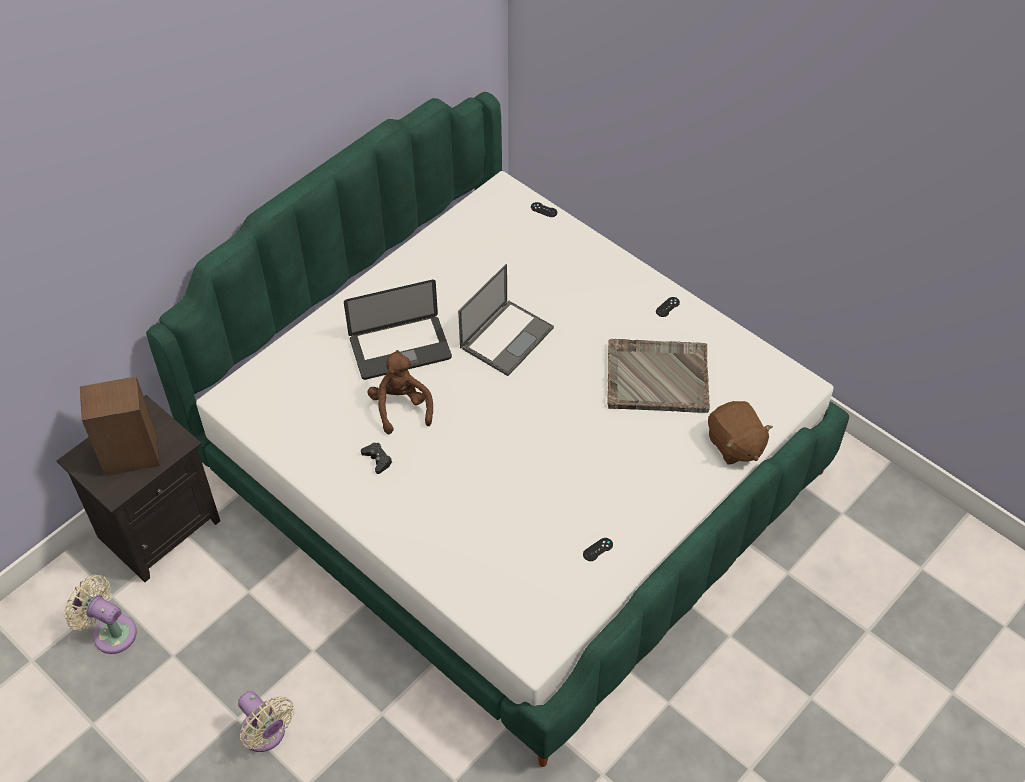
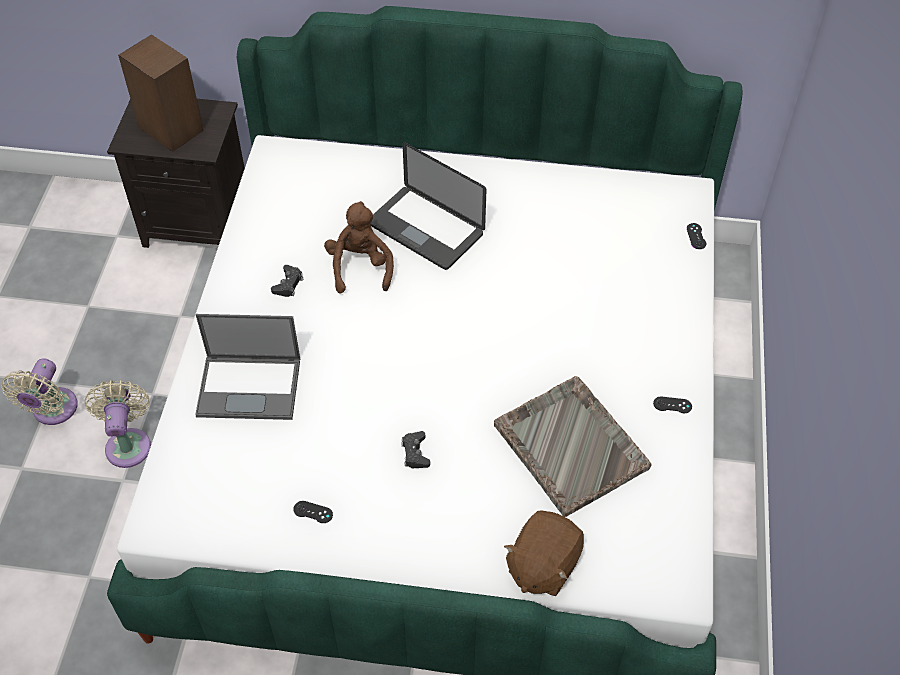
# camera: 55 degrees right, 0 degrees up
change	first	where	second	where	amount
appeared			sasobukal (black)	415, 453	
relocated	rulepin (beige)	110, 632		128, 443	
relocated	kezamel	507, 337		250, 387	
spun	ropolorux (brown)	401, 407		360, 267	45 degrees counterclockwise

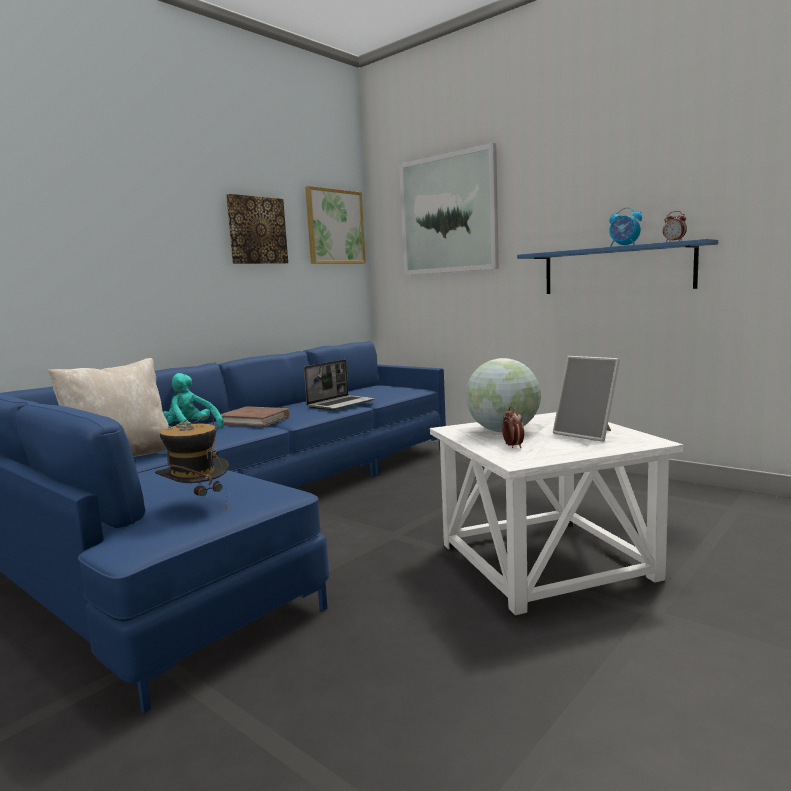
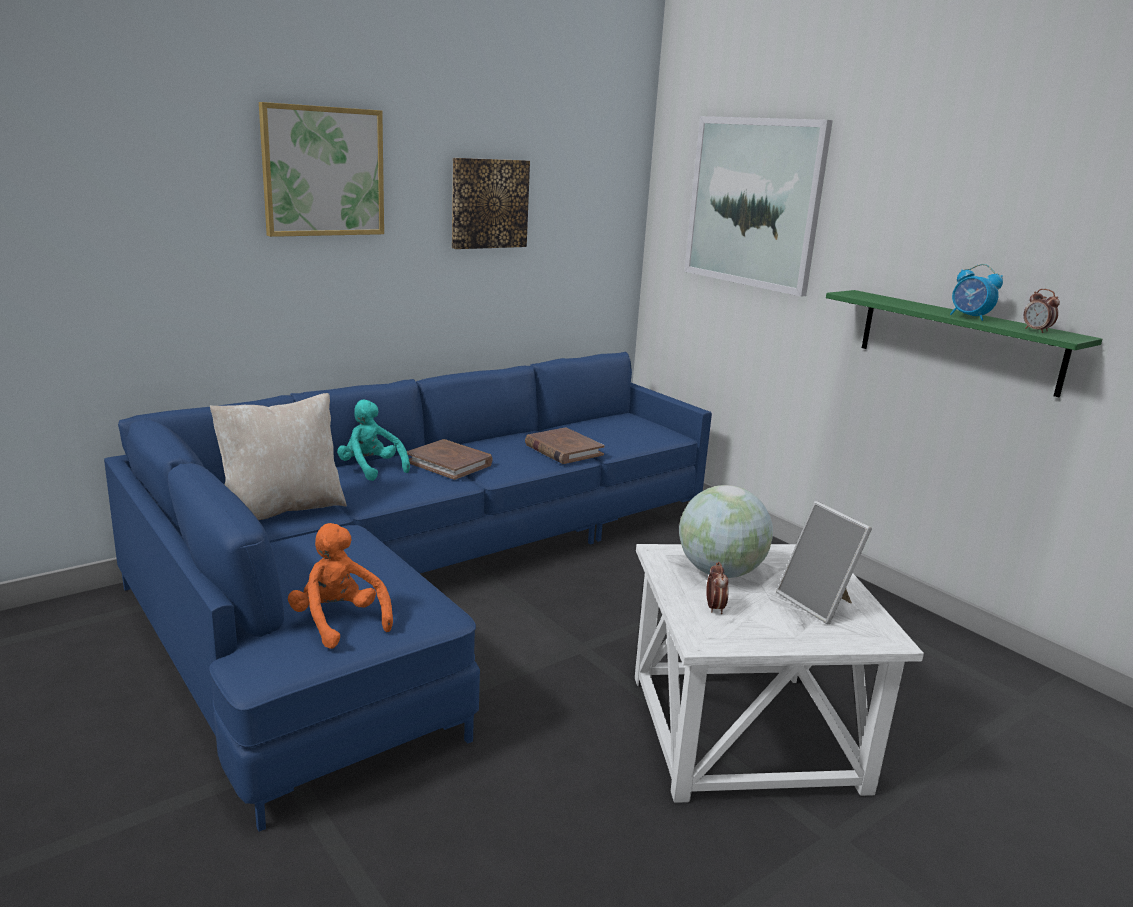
# camera: 10 degrees right, 10 degrees up
change	first	where	second	where	amount
relocated	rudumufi	335, 227		323, 171	
exchanged	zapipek	196, 508	ropolorux (orange)	339, 622	
exchanged	kezamel	341, 404	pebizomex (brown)	563, 450	
colour	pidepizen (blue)	616, 269	pidepizen (green)	958, 341	

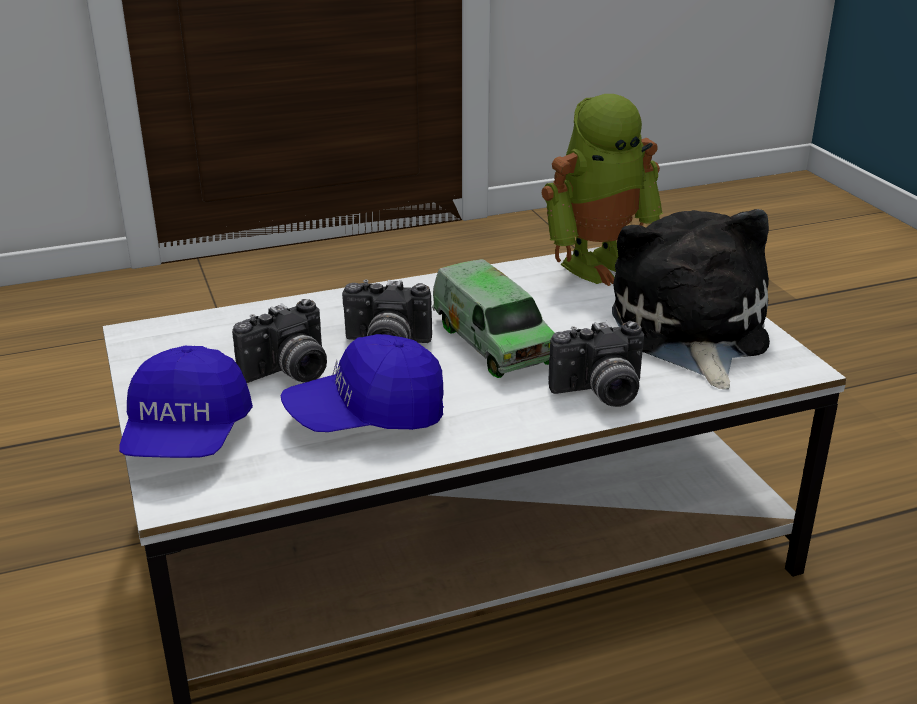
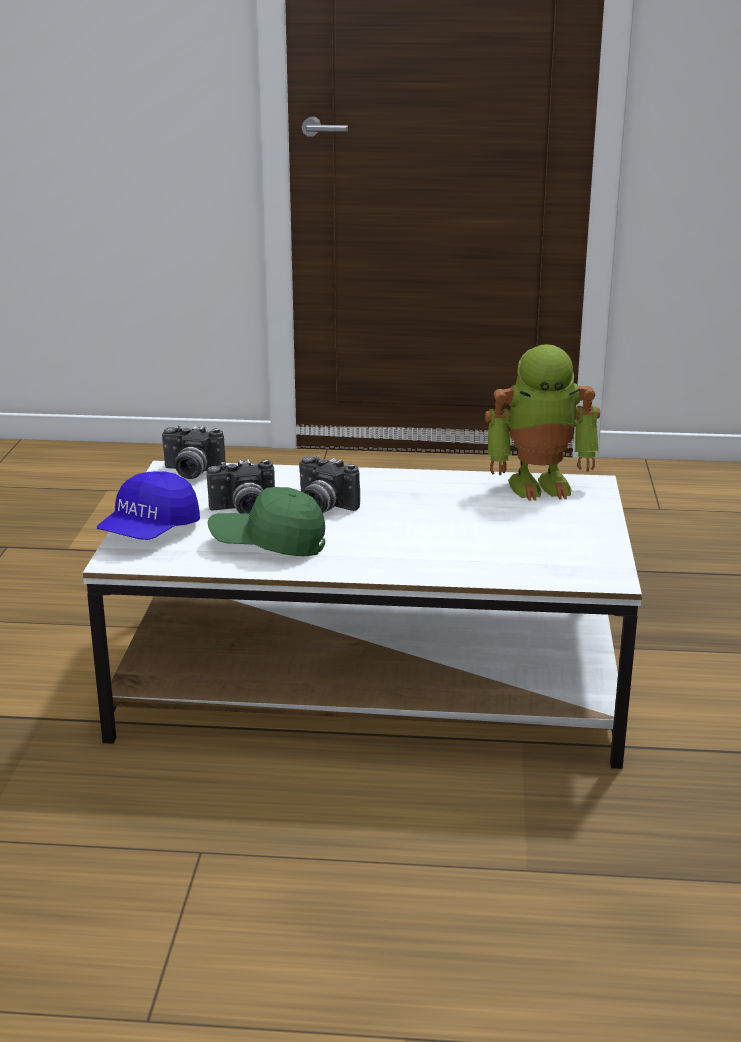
# camera: 25 degrees right, 5 degrees down
change	first	where	second	where	amount
missing	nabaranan	492, 342			
missing	ropolorux	689, 332			
relocated	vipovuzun	600, 394		191, 473	
colour	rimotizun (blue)	366, 417	rimotizun (green)	268, 544	

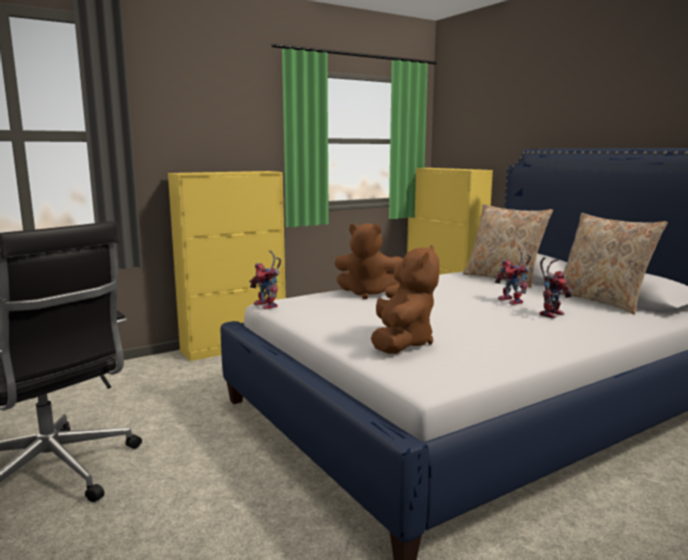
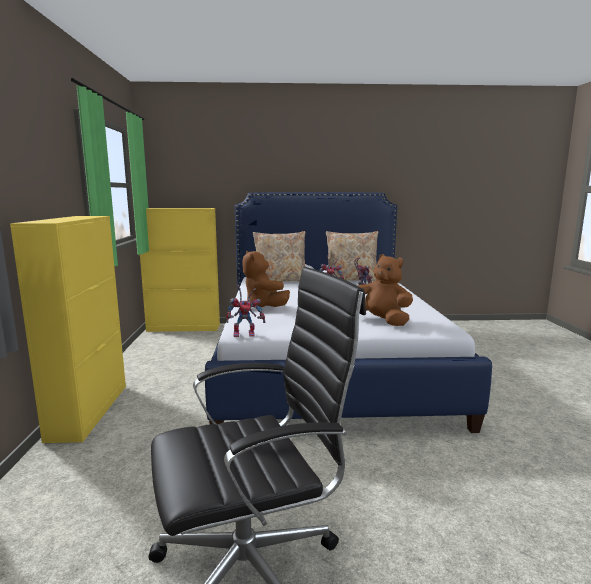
# camera: 60 degrees left, 0 degrees up
change	first	where	second	where	amount
spun	ropolorux (brown)	369, 294		264, 307	105 degrees clockwise

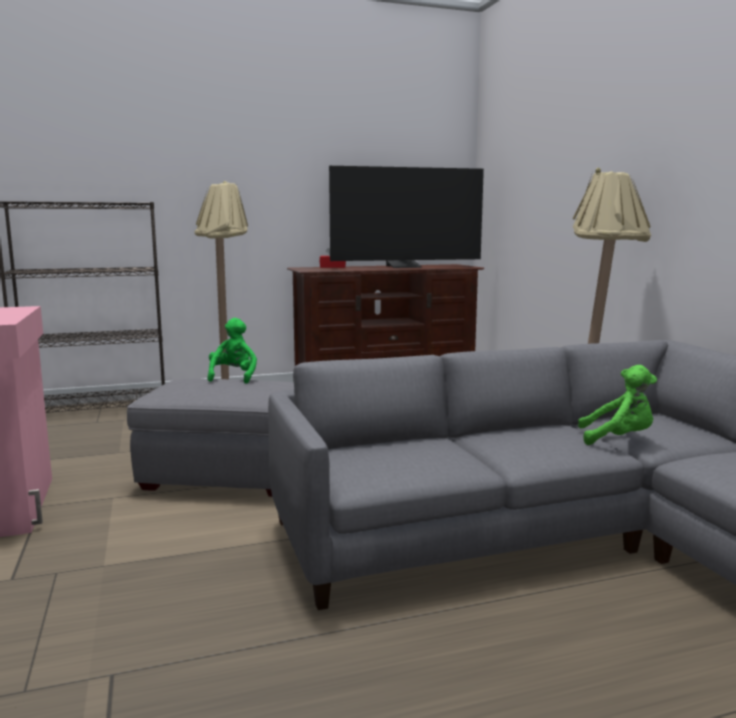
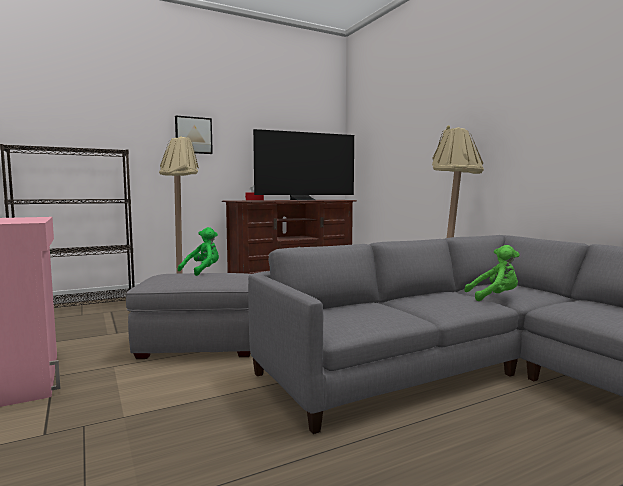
# camera: 10 degrees left, 5 degrees down
change	first	where	second	where	amount
appeared			rudumufi	193, 135	
spun	ropolorux (green)	233, 377		202, 271	45 degrees clockwise

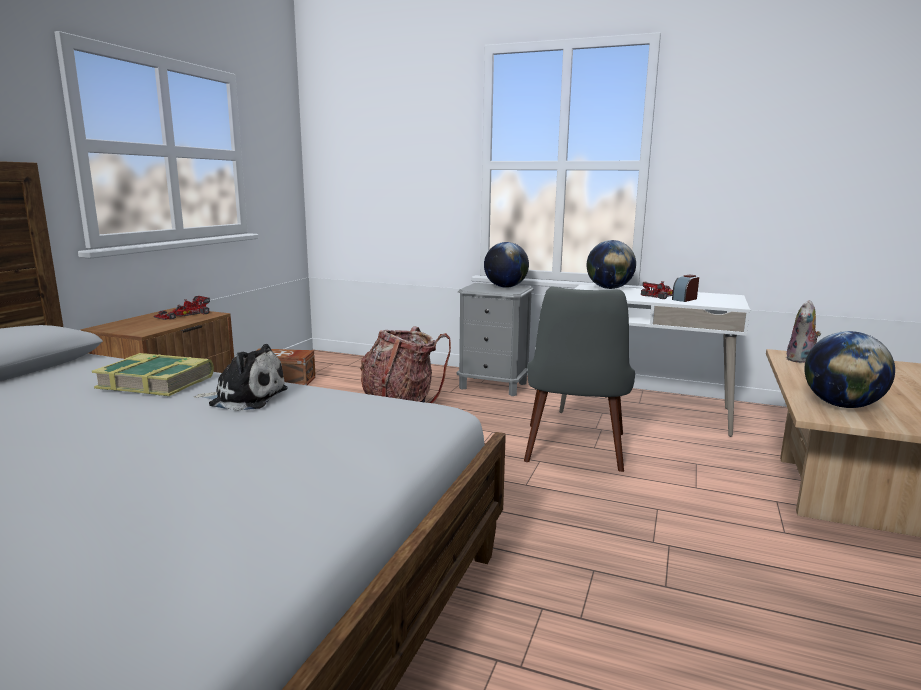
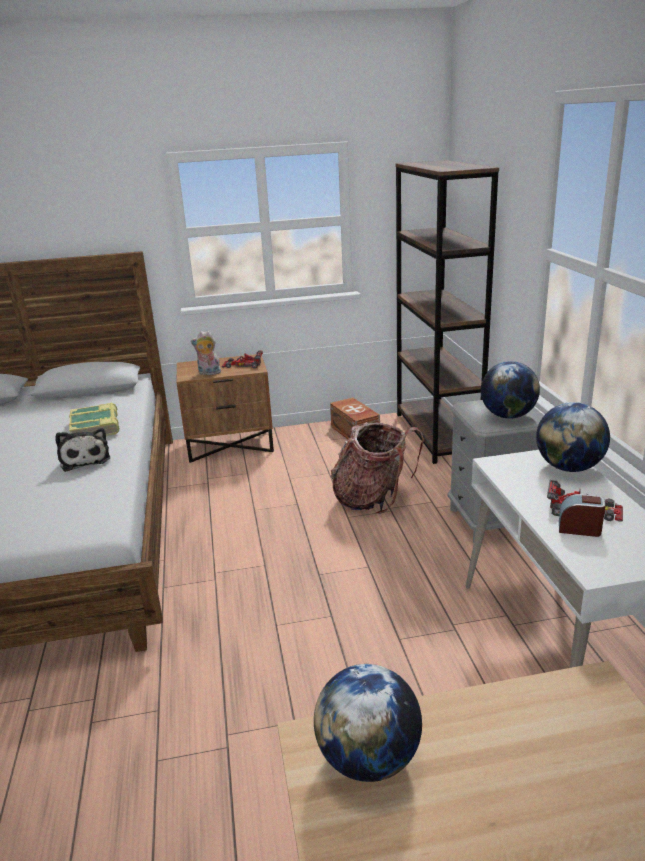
# camera: 60 degrees right, 10 degrees up
change	first	where	second	where	amount
missing	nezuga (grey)	574, 453			
appeared			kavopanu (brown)	437, 434	
relocated	ropolorux	800, 360		208, 373	

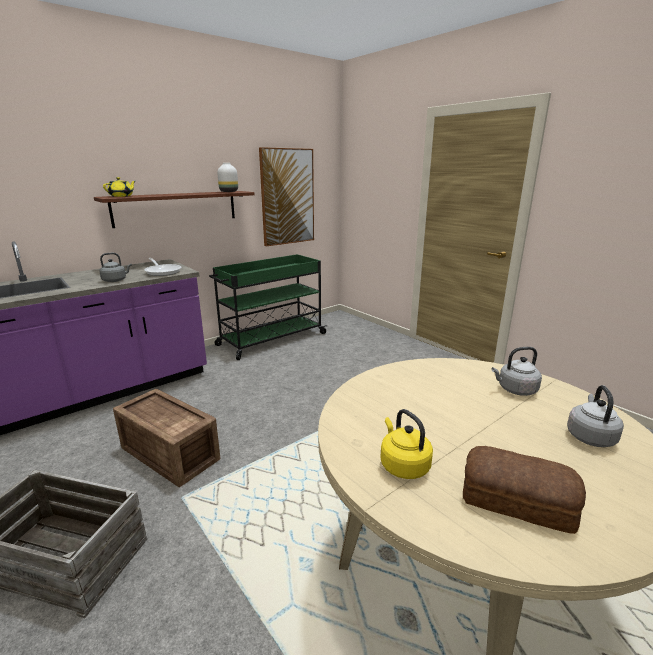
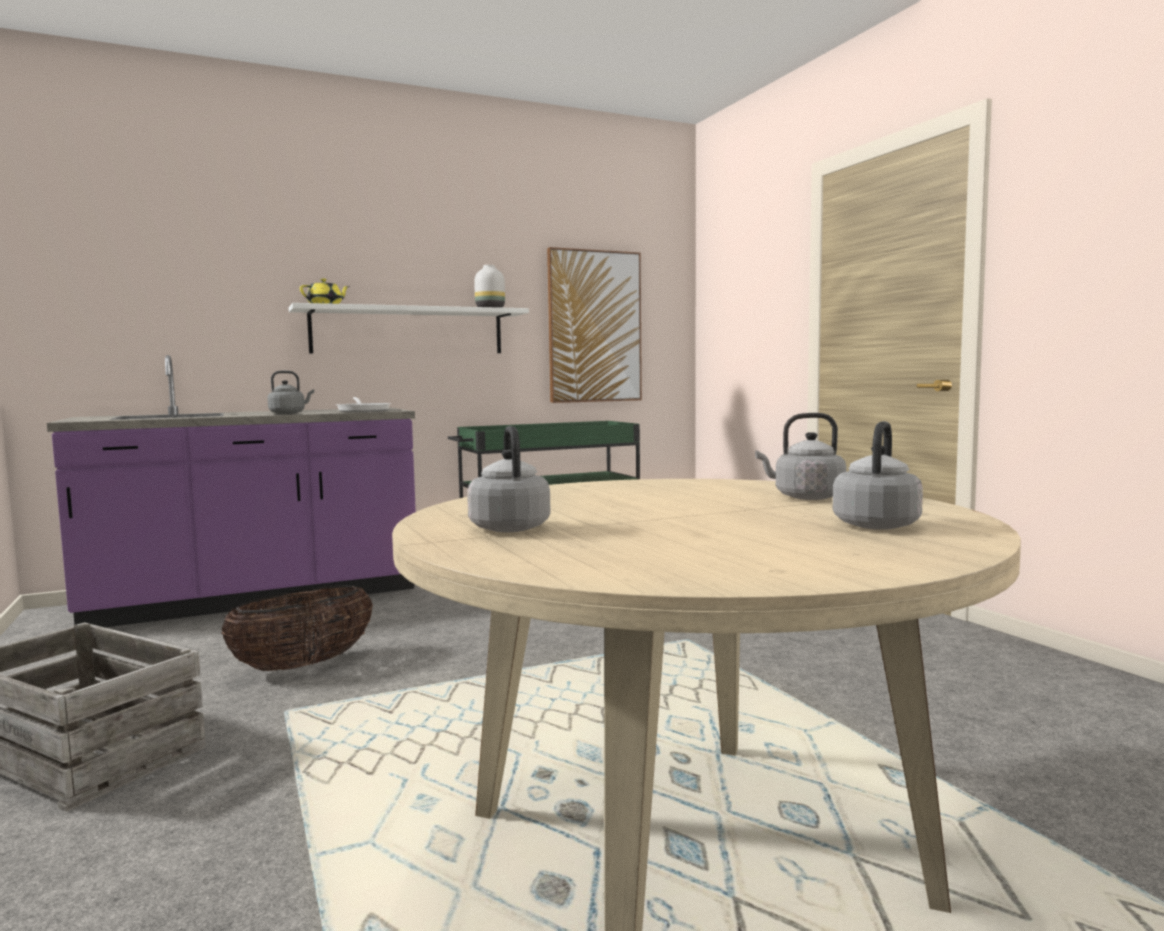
# camera: 15 degrees right, 15 degrees down
change	first	where	second	where	amount
missing	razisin	518, 502			
exchanged	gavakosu	170, 452	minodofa	303, 665	
colour	pidepizen (brown)	176, 208	pidepizen (white)	408, 331	
colour	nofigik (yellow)	403, 465	nofigik (grey)	509, 527	

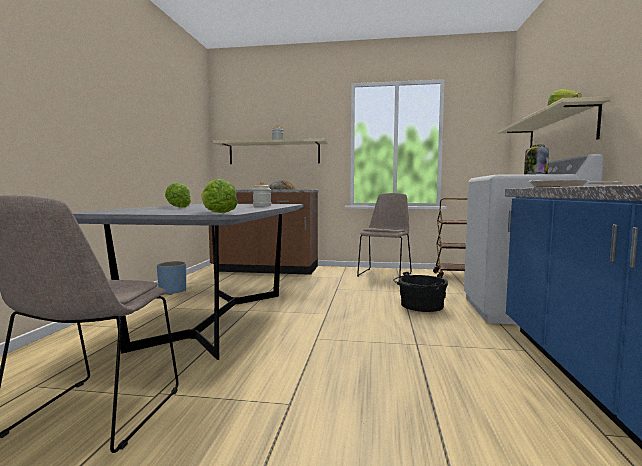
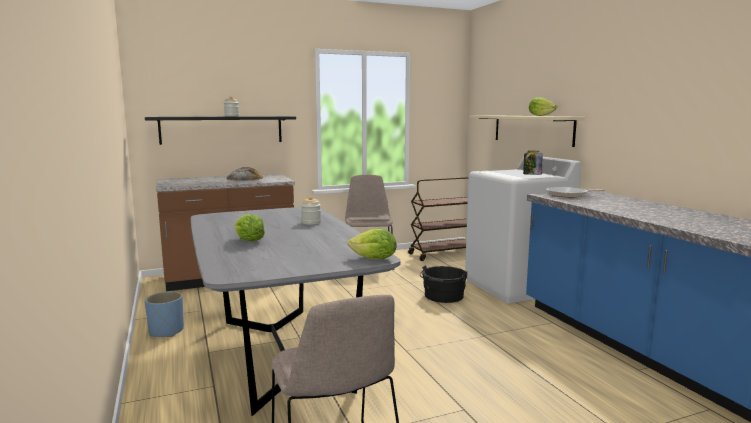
# camera: 30 degrees left, 5 degrees up
change	first	where	second	where	amount
colour	pidepizen (beige)	274, 153	pidepizen (black)	222, 129	

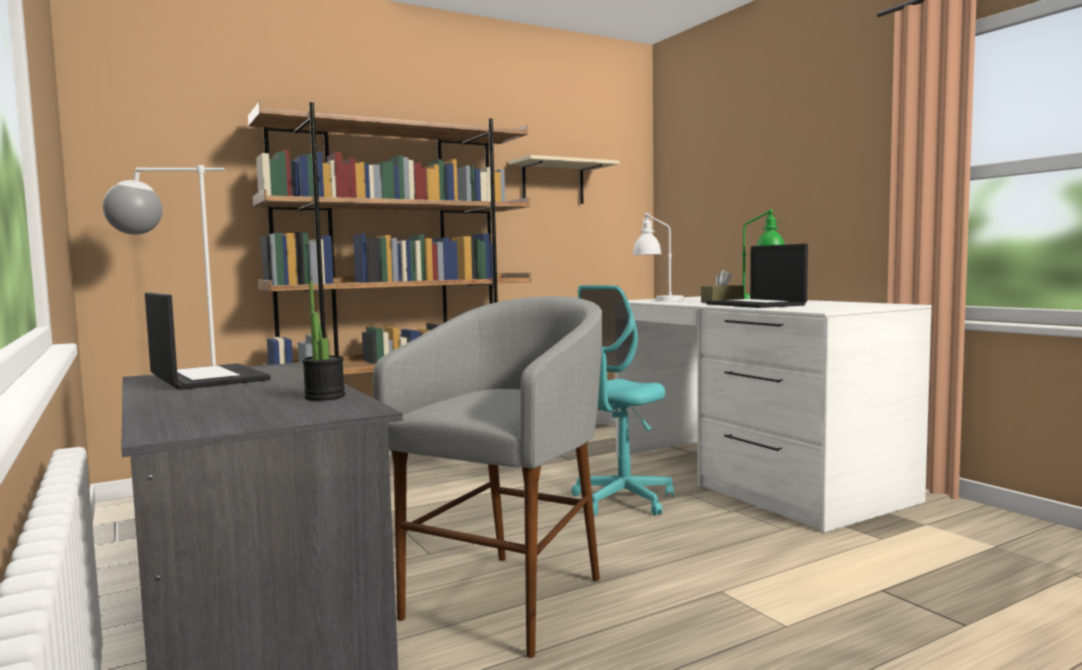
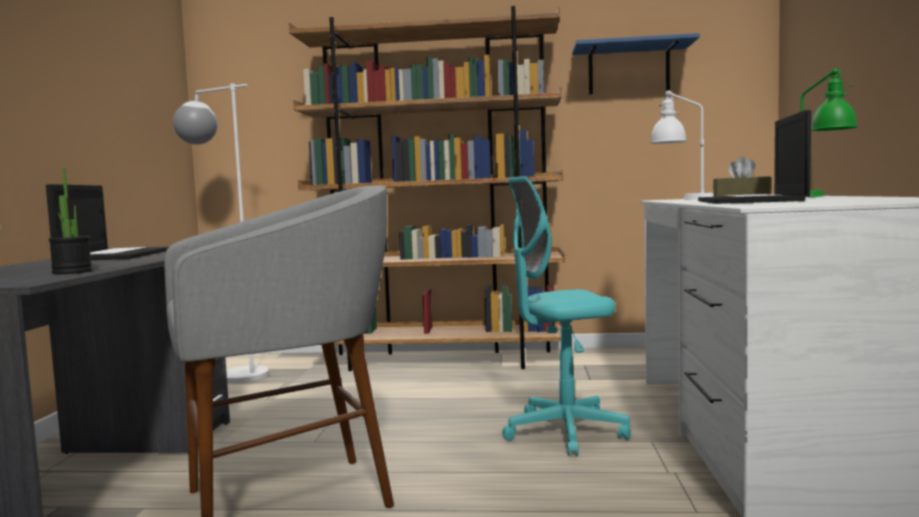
# camera: 35 degrees right, 0 degrees up
change	first	where	second	where	amount
colour	pidepizen (beige)	552, 183	pidepizen (blue)	628, 70	

